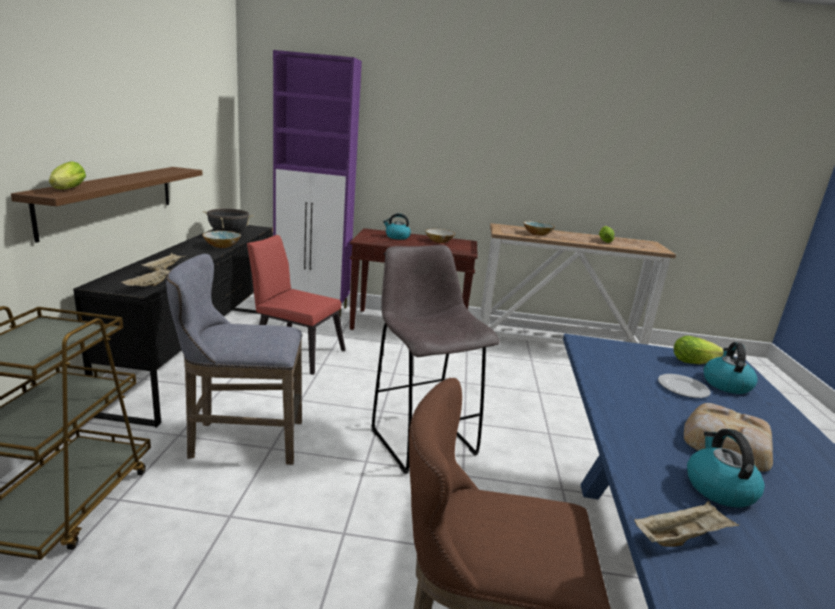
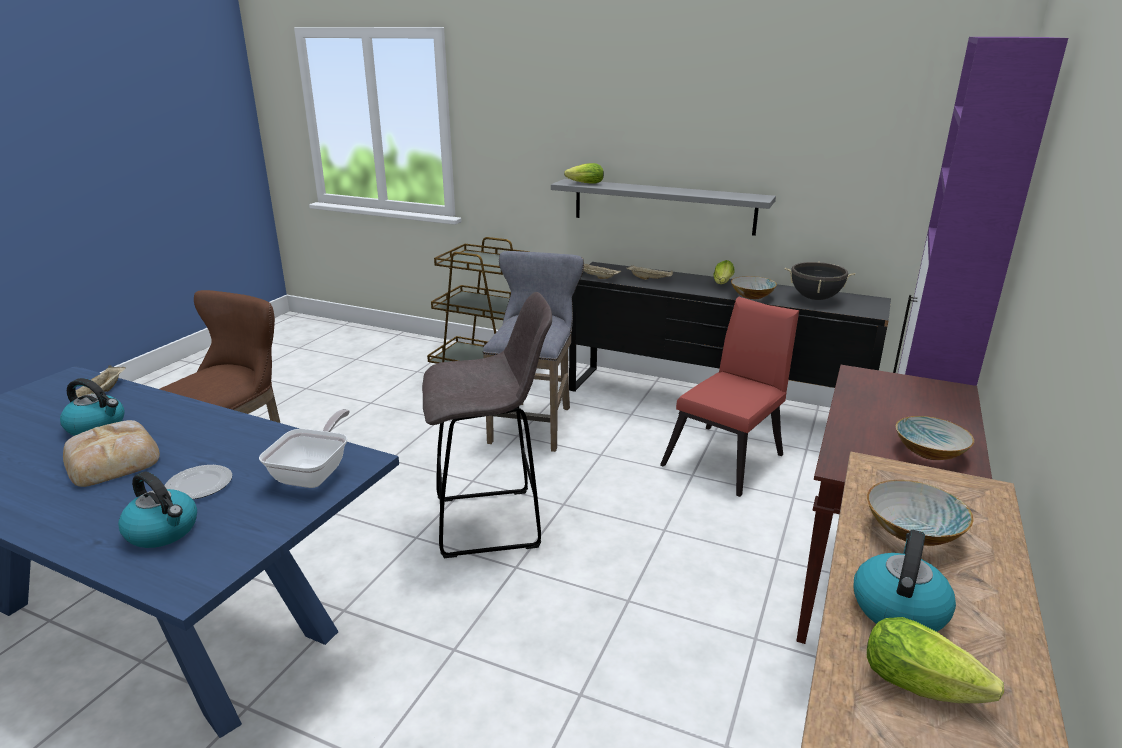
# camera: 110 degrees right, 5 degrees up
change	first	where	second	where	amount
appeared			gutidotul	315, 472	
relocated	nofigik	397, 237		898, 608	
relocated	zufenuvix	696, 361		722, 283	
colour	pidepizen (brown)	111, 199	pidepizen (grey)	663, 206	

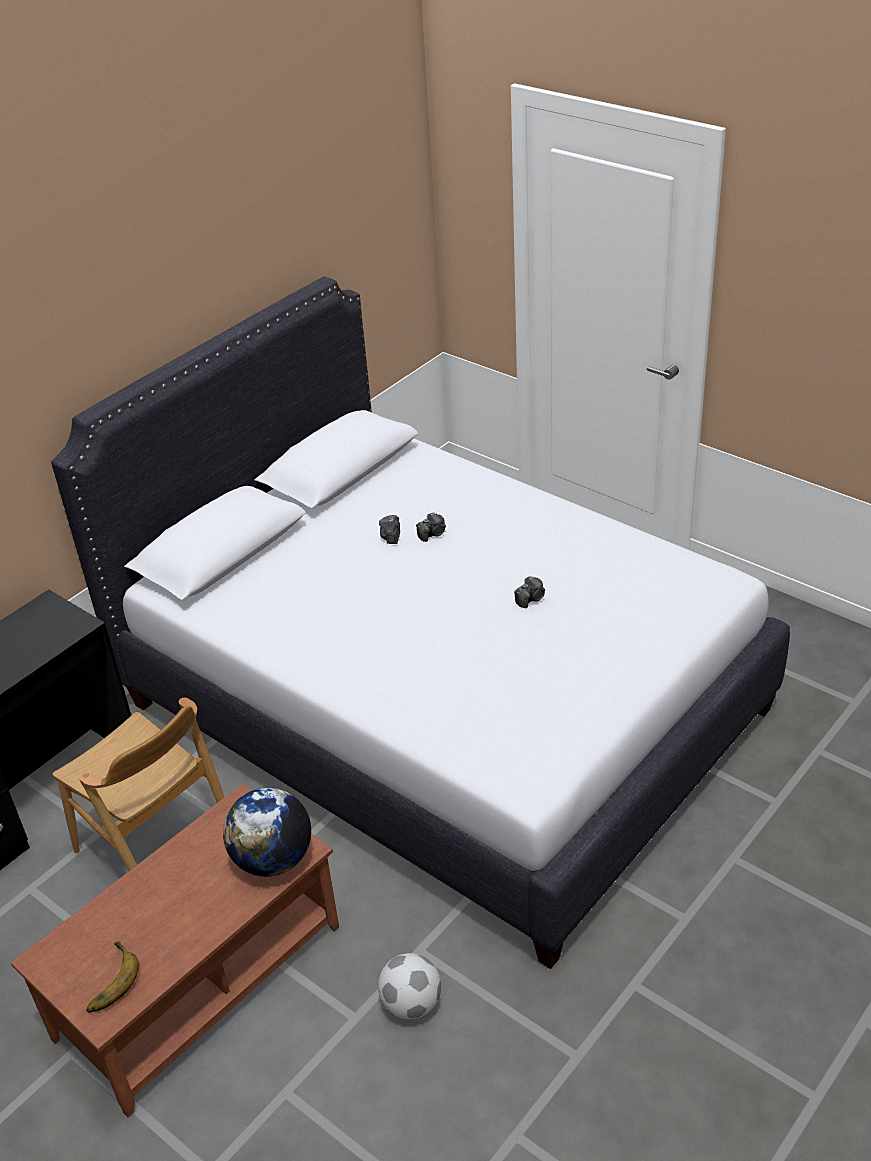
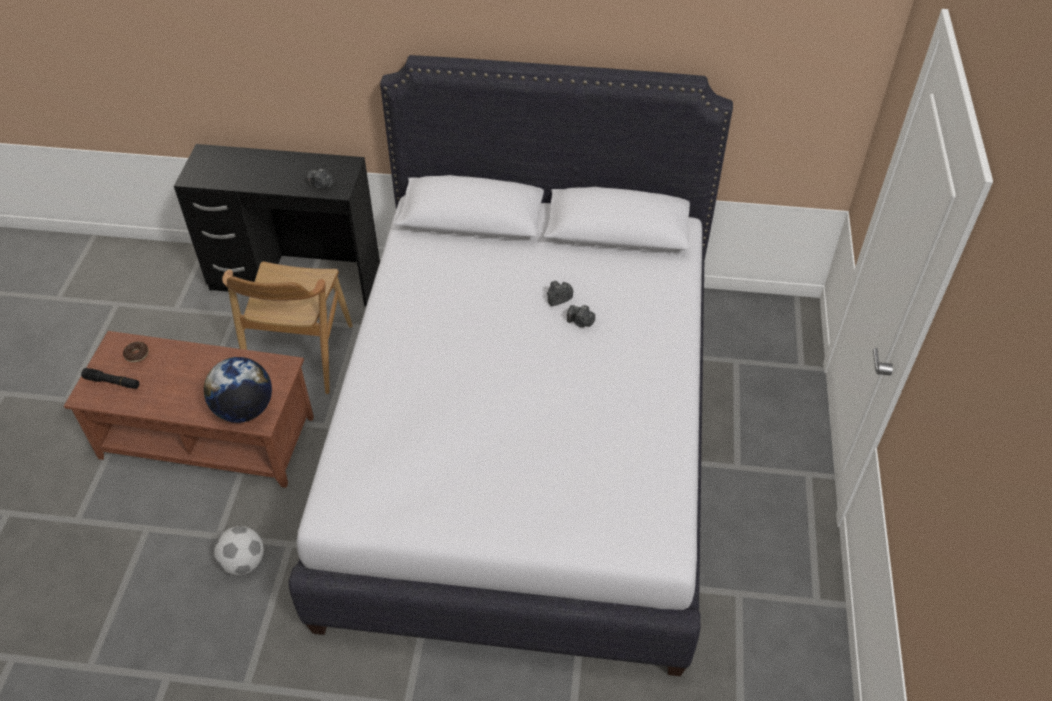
# camera: 55 degrees right, 10 degrees up
change	first	where	second	where	amount
appeared			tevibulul	137, 354	
relocated	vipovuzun	531, 599		321, 185	
exchanged	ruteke	108, 981	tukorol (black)	112, 382	

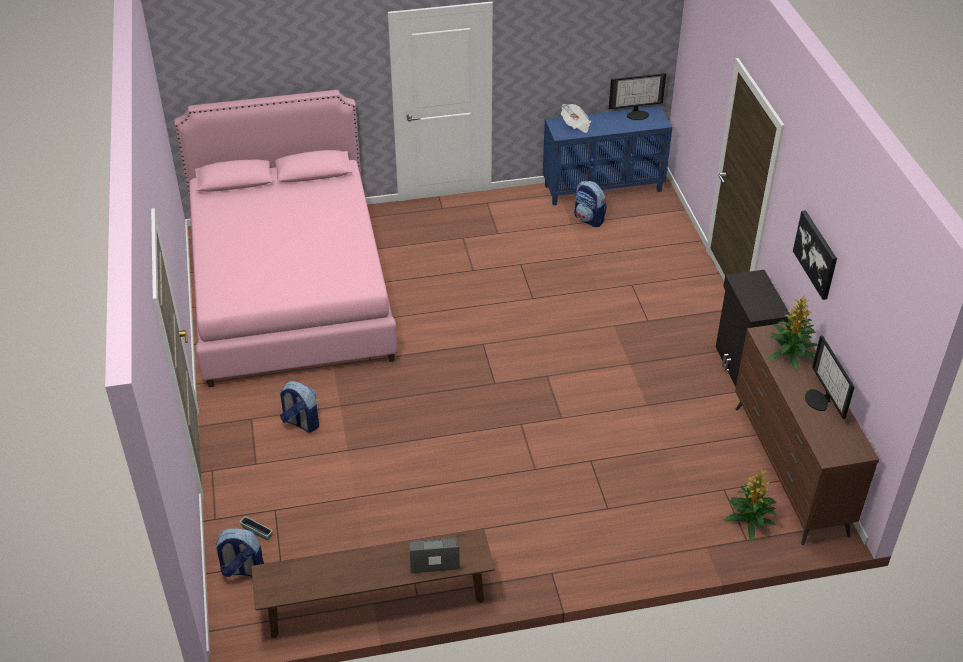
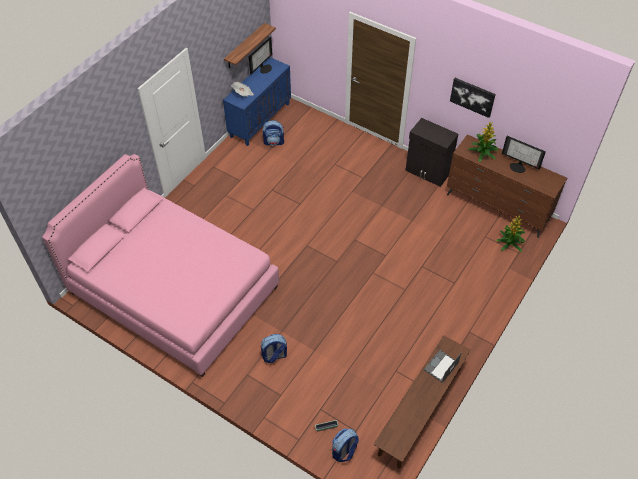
# camera: 45 degrees left, 10 degrees up
change	first	where	second	where	amount
appeared			pidepizen	245, 46	

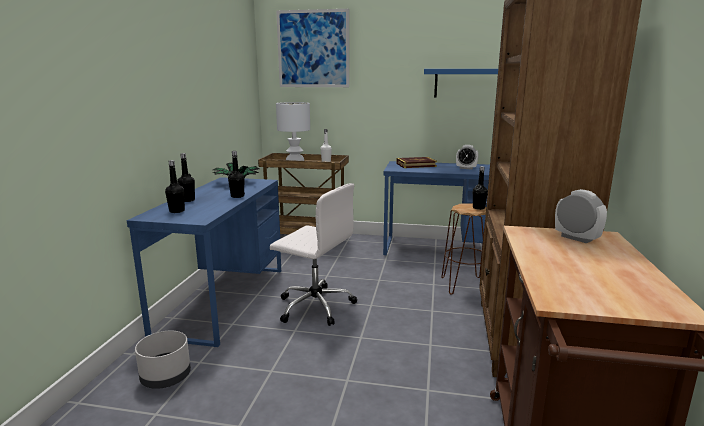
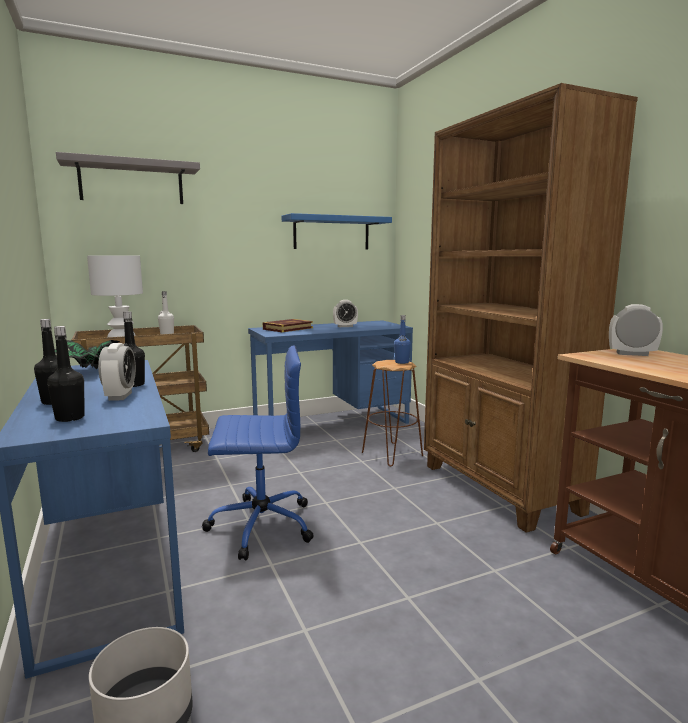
# camera: 35 degrees left, 5 degrees down
change	first	where	second	where	amount
appeared			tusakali	120, 396	
exchanged	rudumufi	313, 49	pidepizen (grey)	132, 182	
colour	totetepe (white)	314, 306	totetepe (blue)	259, 525	
colour	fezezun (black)	478, 208	fezezun (blue)	401, 362	

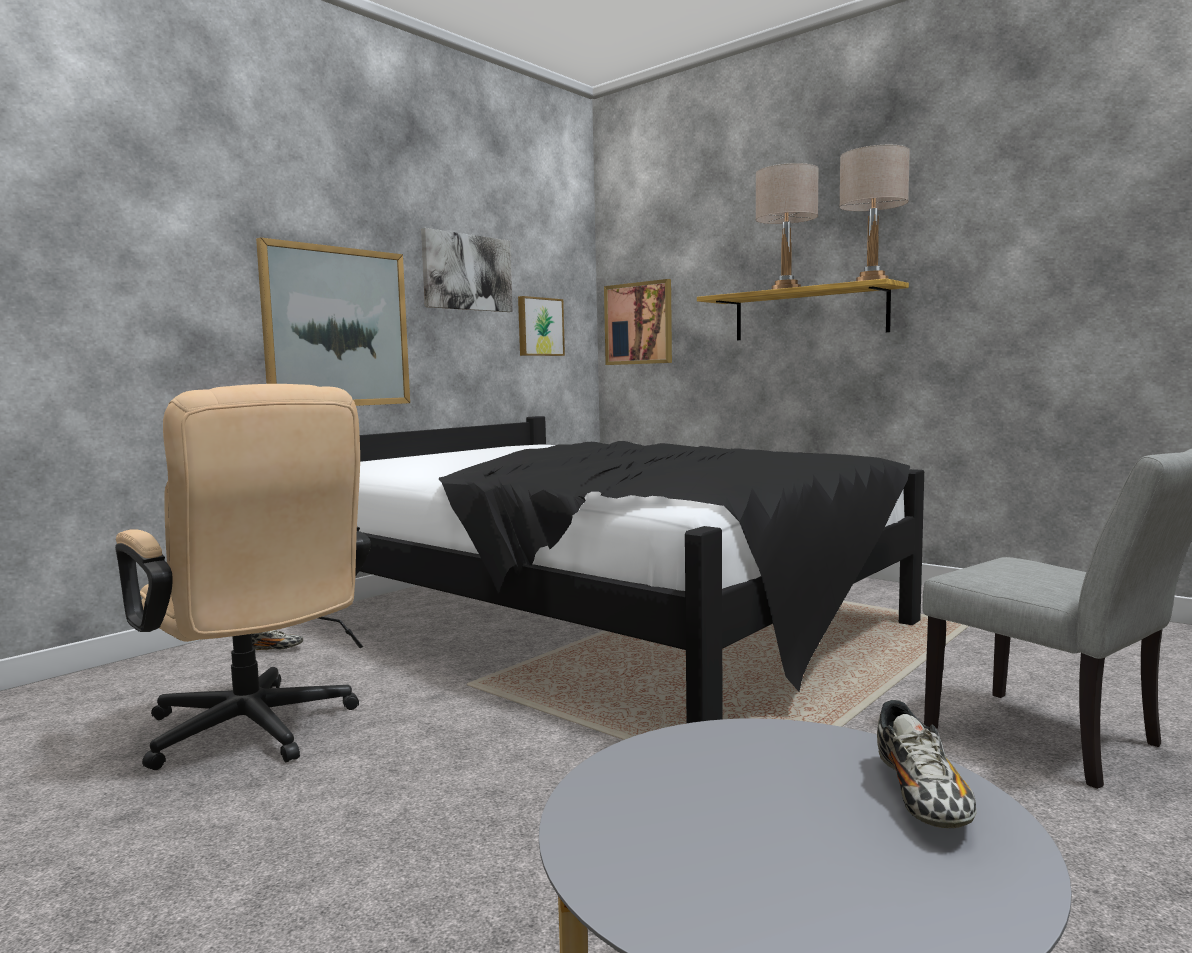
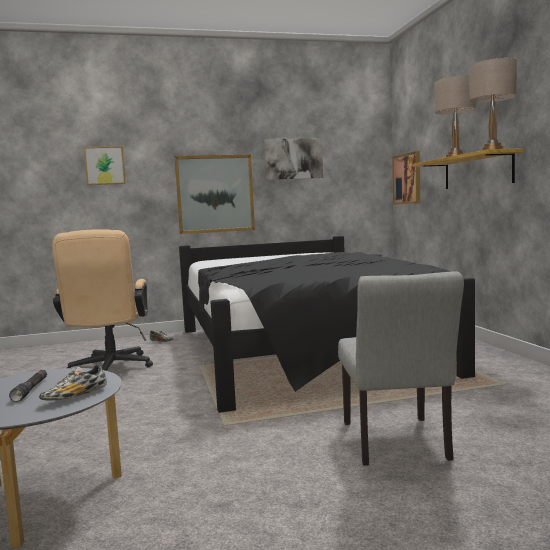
# camera: 35 degrees right, 0 degrees up
change	first	where	second	where	amount
appeared			tukorol (black)	30, 390	
relocated	rudumufi	539, 327		105, 165	

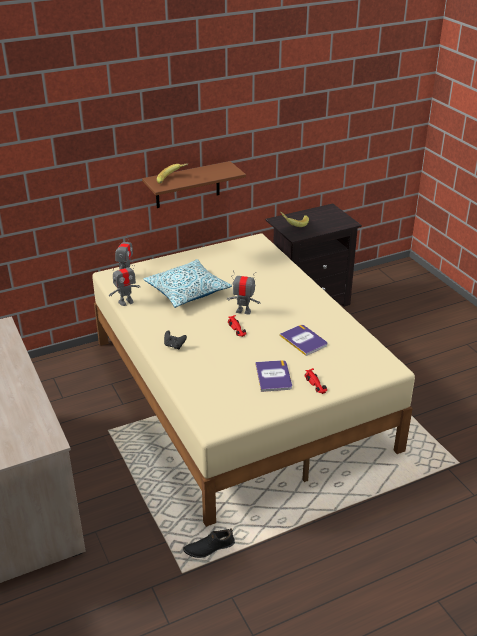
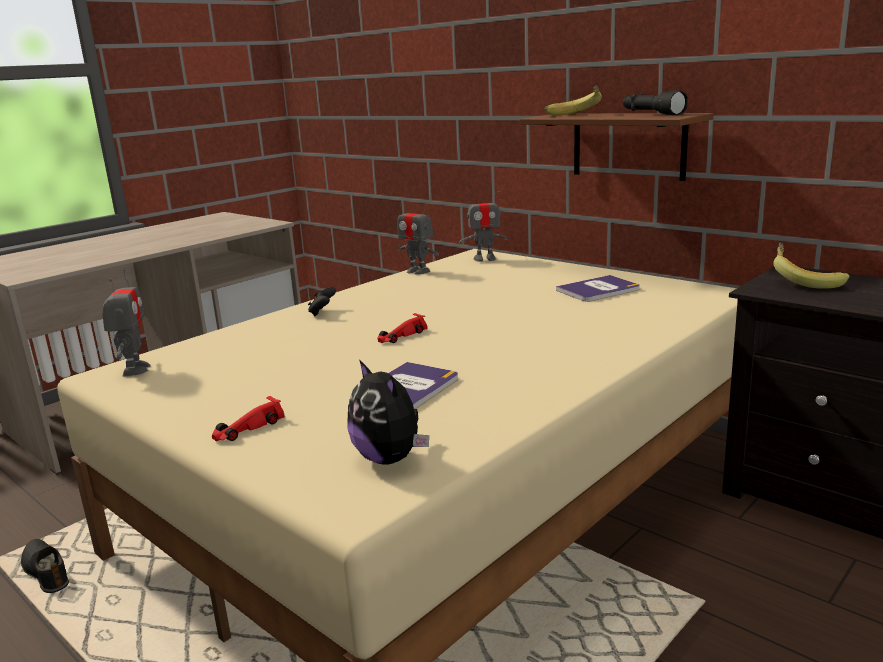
# camera: 70 degrees right, 15 degrees down
change	first	where	second	where	amount
missing	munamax	187, 291			
appeared			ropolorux	390, 458	
appeared			tukorol (black)	651, 114	
relocated	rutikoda	243, 311		135, 369	
relocated	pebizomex	273, 376		598, 290	

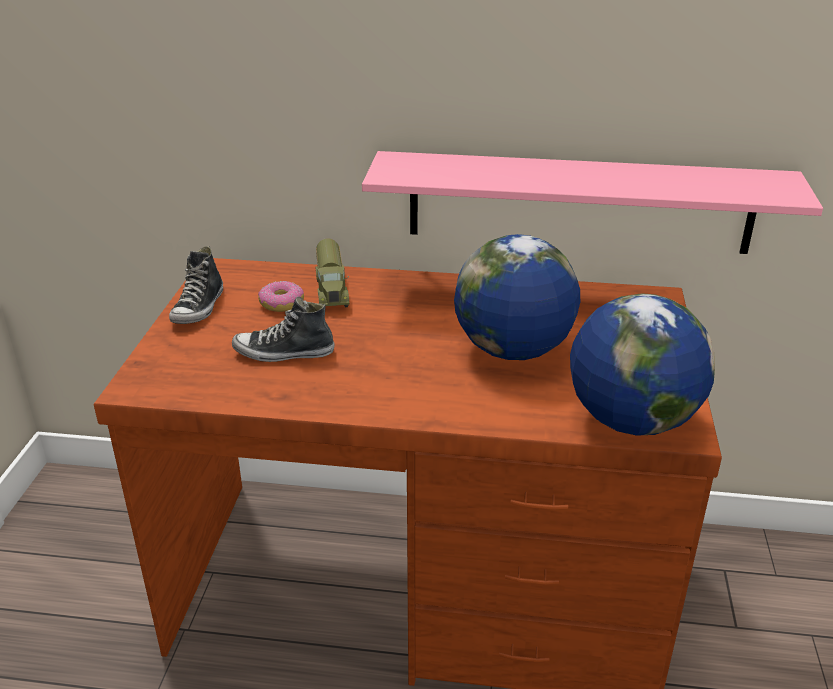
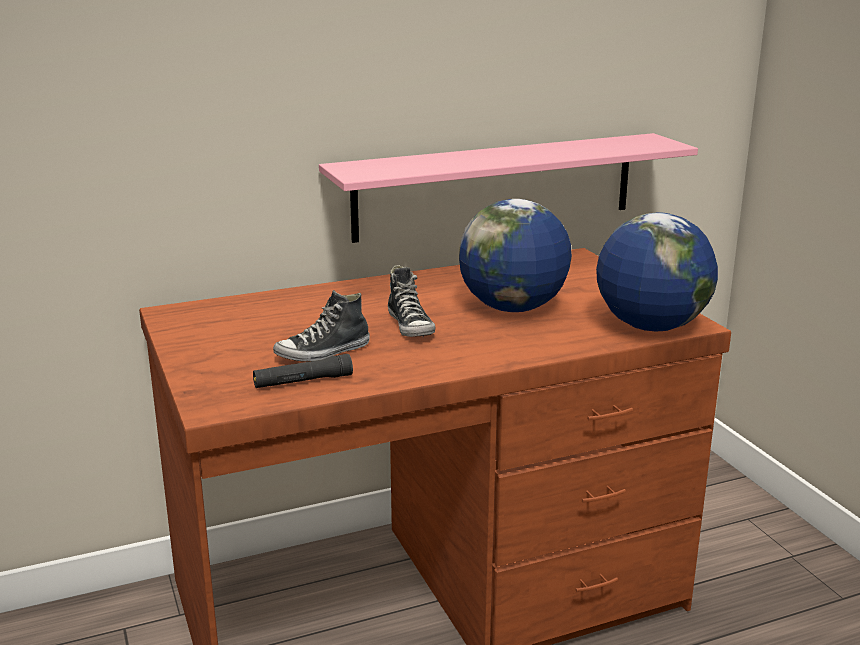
# camera: 30 degrees left, 10 degrees down
change	first	where	second	where	amount
missing	tevibulul	281, 304			
missing	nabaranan	332, 290			
appeared			tukorol (black)	303, 381	
relocated	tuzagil	199, 308		411, 326	

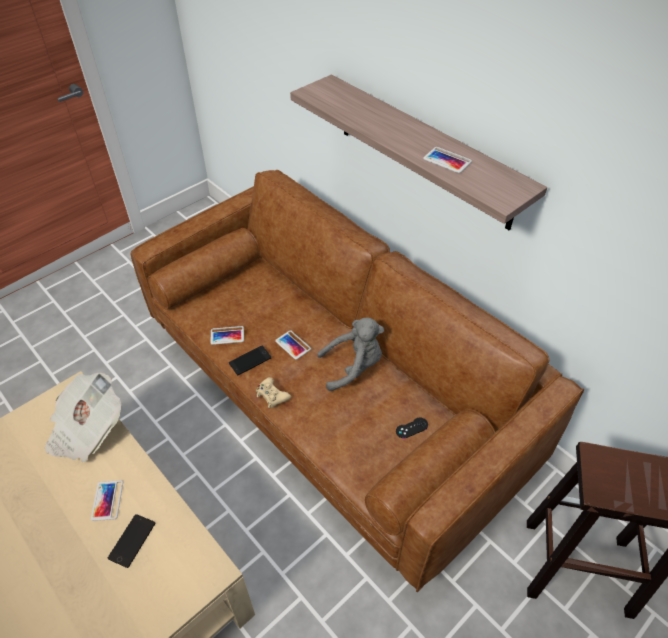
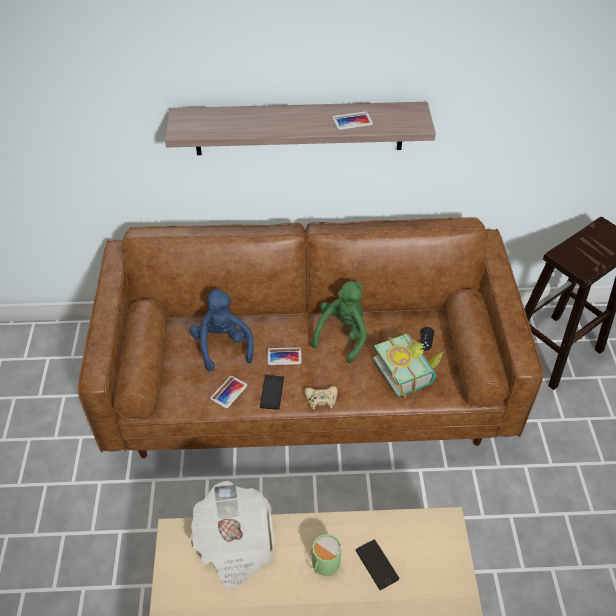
# camera: 50 degrees left, 0 degrees up
change	first	where	second	where	amount
appeared			ropolorux (blue)	222, 345	
appeared			pebizomex	408, 371	
exchanged	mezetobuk	107, 500	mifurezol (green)	323, 564	
colour	ropolorux (grey)	353, 367	ropolorux (green)	342, 335	

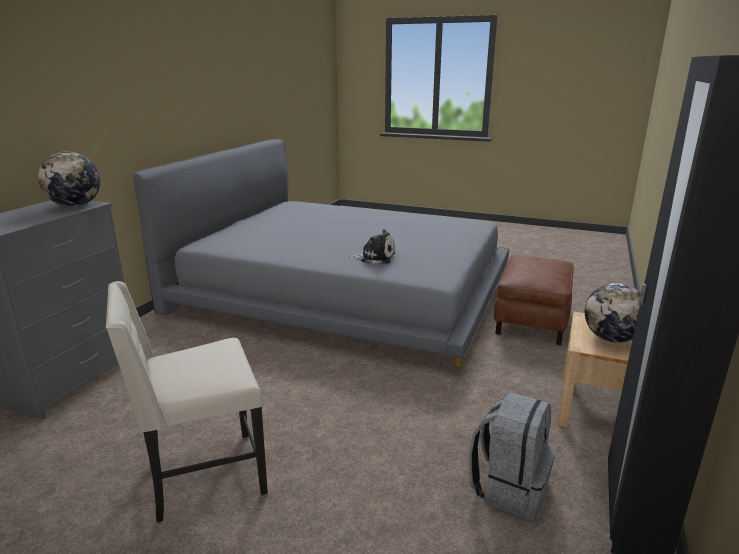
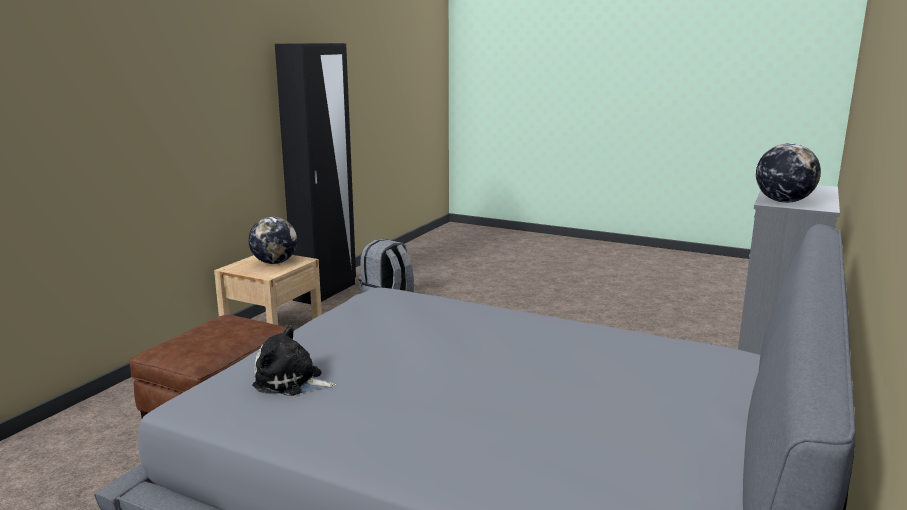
# camera: 175 degrees left, 5 degrees down
change	first	where	second	where	amount
missing	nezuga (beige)	204, 477			
relocated	ropolorux	375, 257		291, 382	

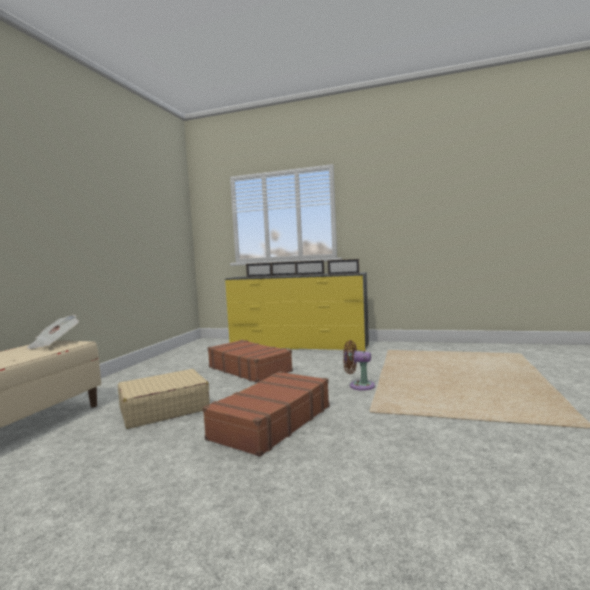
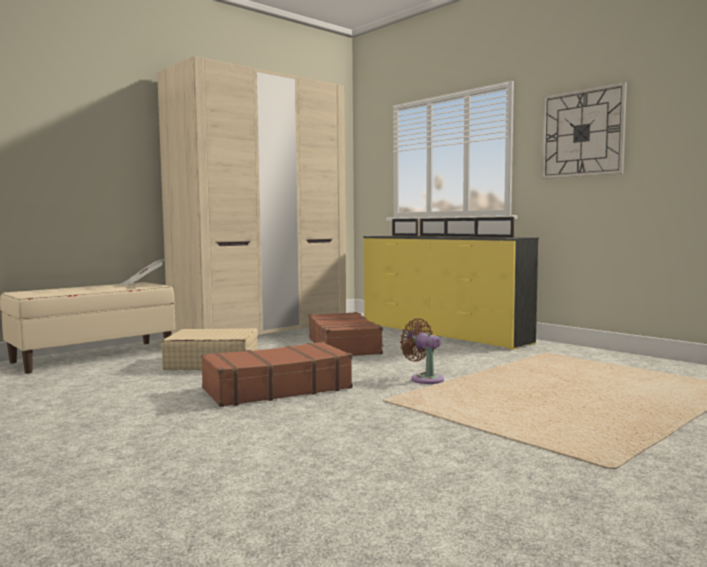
# camera: 30 degrees right, 0 degrees up
change	first	where	second	where	amount
appeared			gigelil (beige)	261, 332	
appeared			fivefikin	582, 133	

